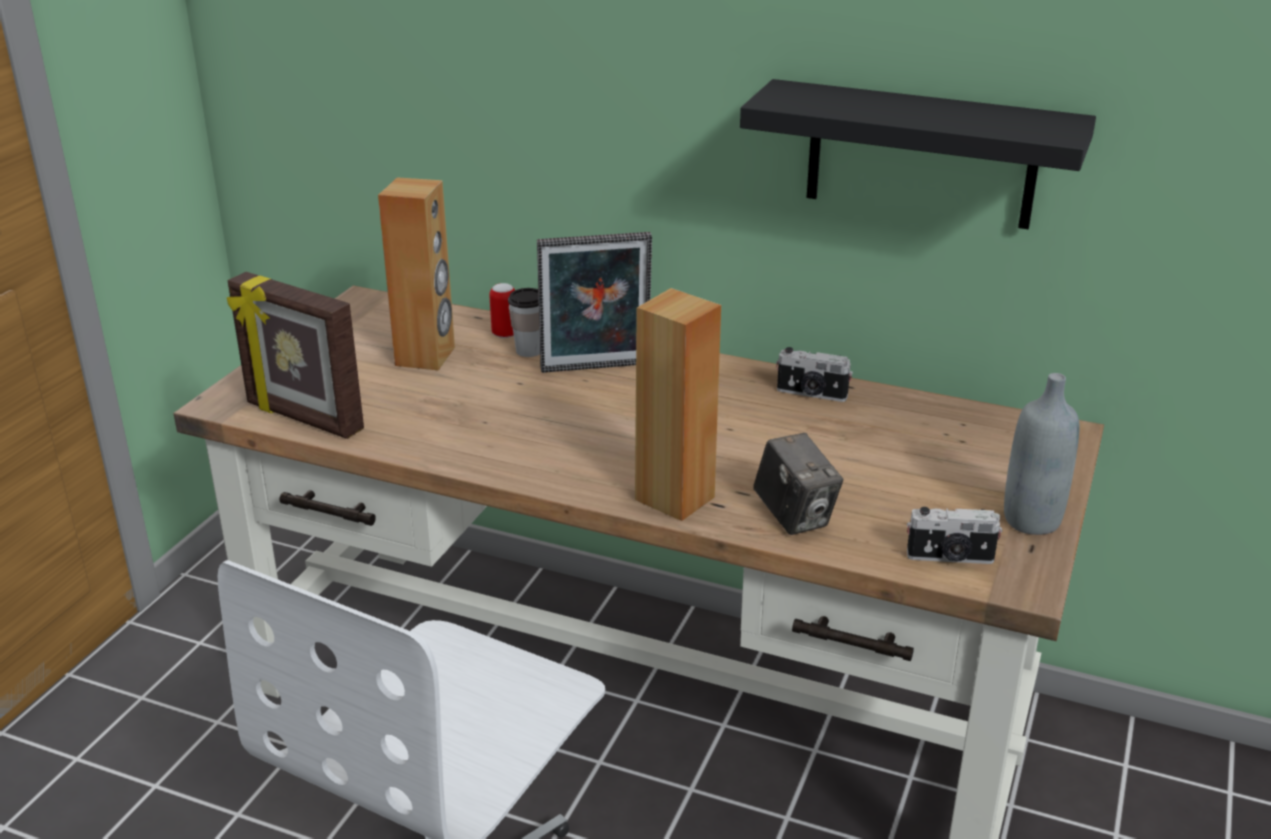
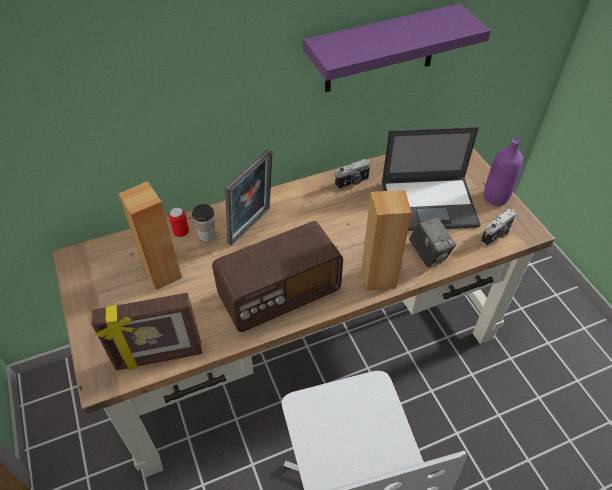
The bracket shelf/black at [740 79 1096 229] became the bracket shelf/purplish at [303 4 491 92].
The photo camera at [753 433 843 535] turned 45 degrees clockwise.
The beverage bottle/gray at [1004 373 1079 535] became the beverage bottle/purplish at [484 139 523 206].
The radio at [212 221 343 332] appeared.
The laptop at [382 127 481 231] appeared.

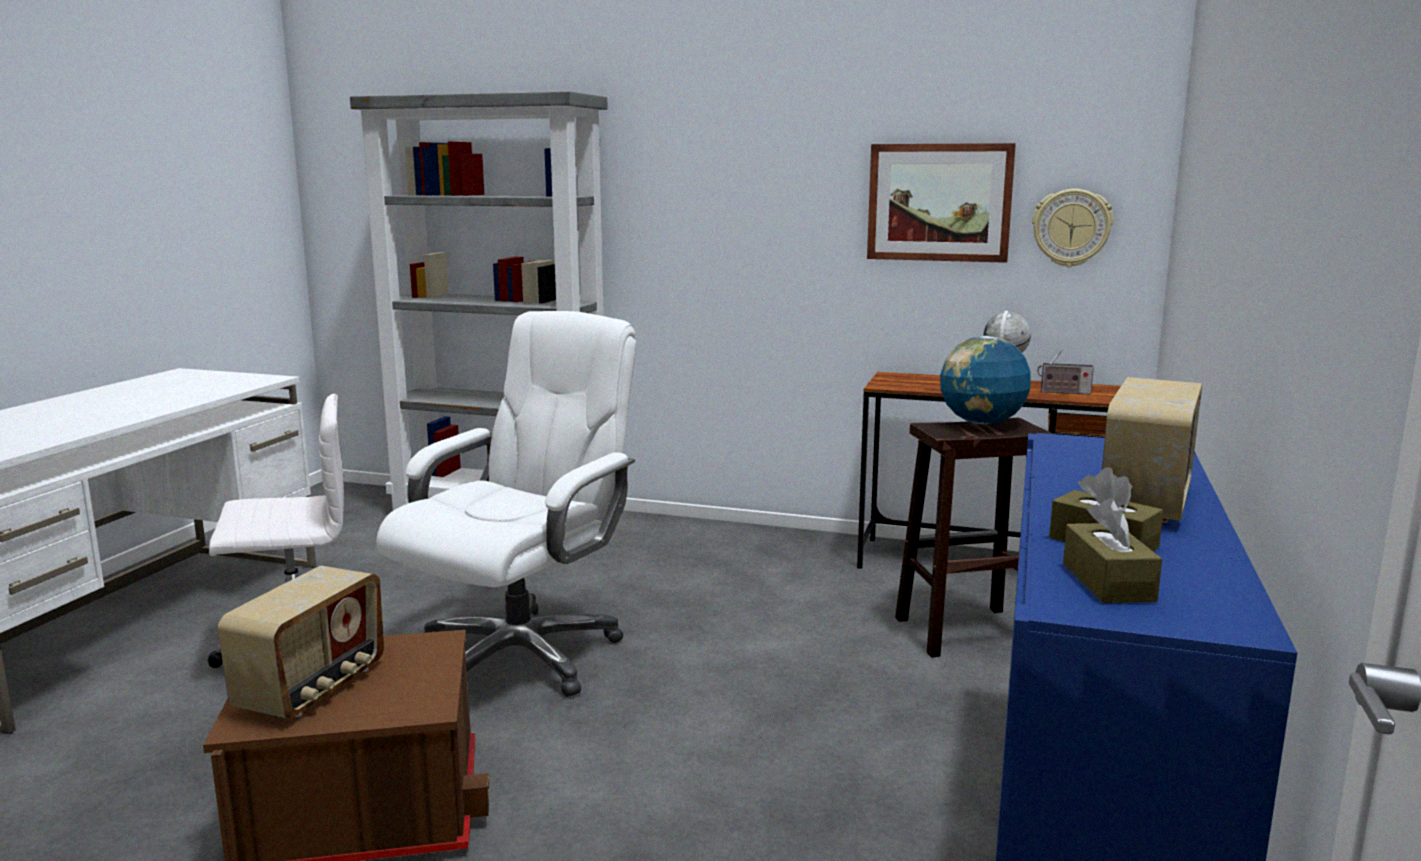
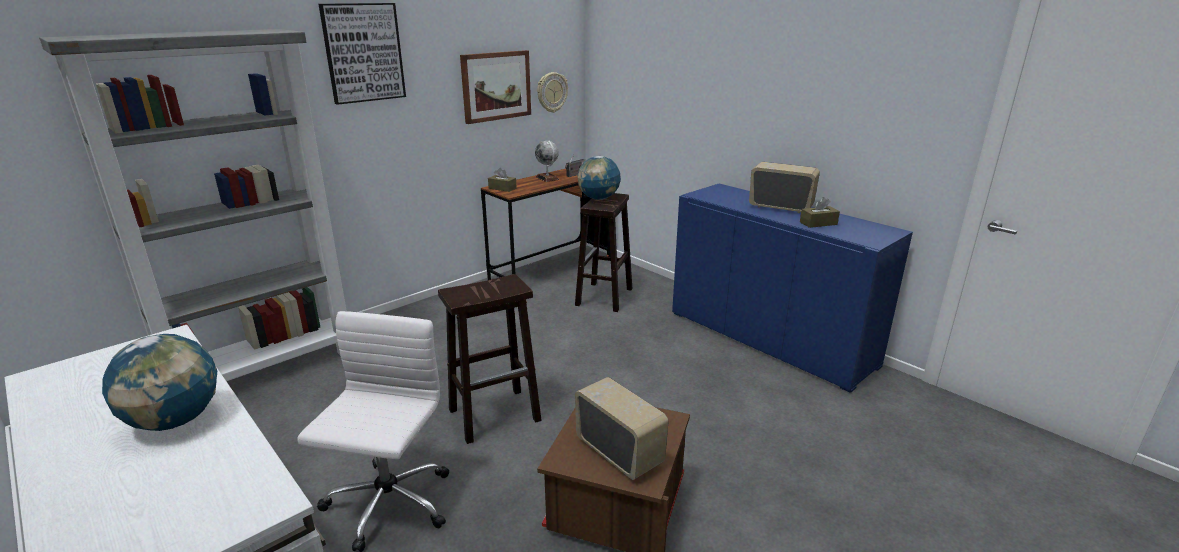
The desk chair/white at [376 311 636 697] was replaced by the stool seat/brown-coloured at [438 274 542 444].
The tissue box/brown-coloured moved from [1063 498 1162 603] to [488 168 517 192].
The radio at [1102 377 1202 523] turned 150 degrees clockwise.
The world globe at [102 334 217 431] appeared.
The wall art at [319 3 406 105] appeared.

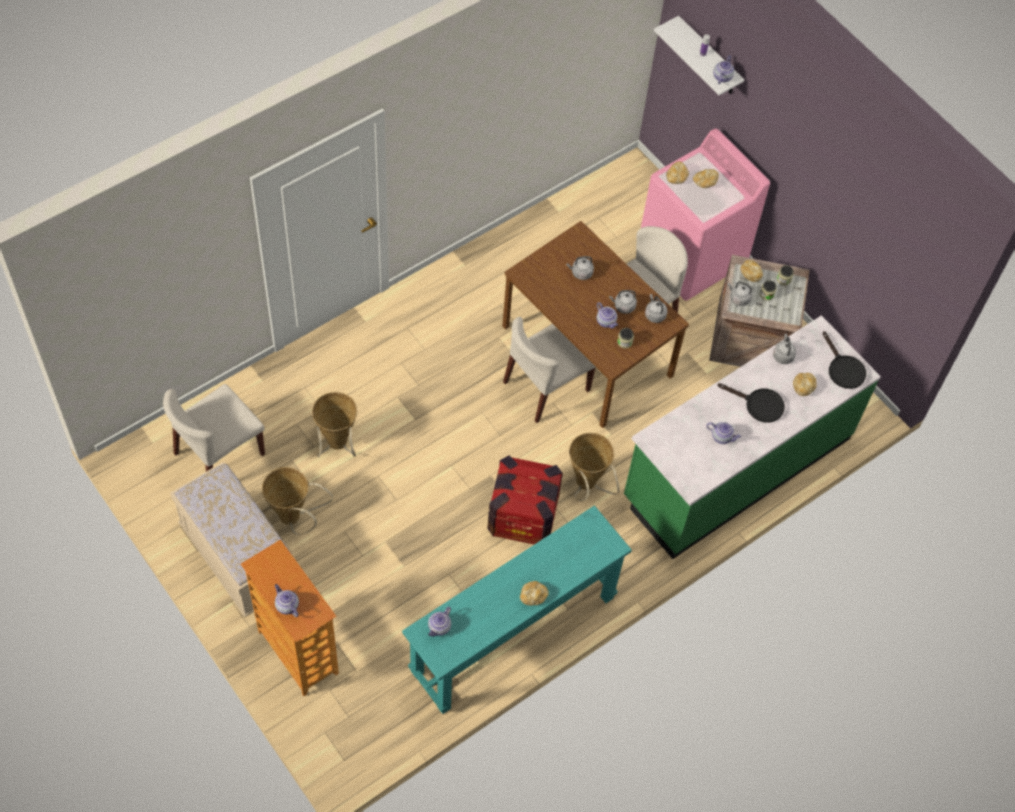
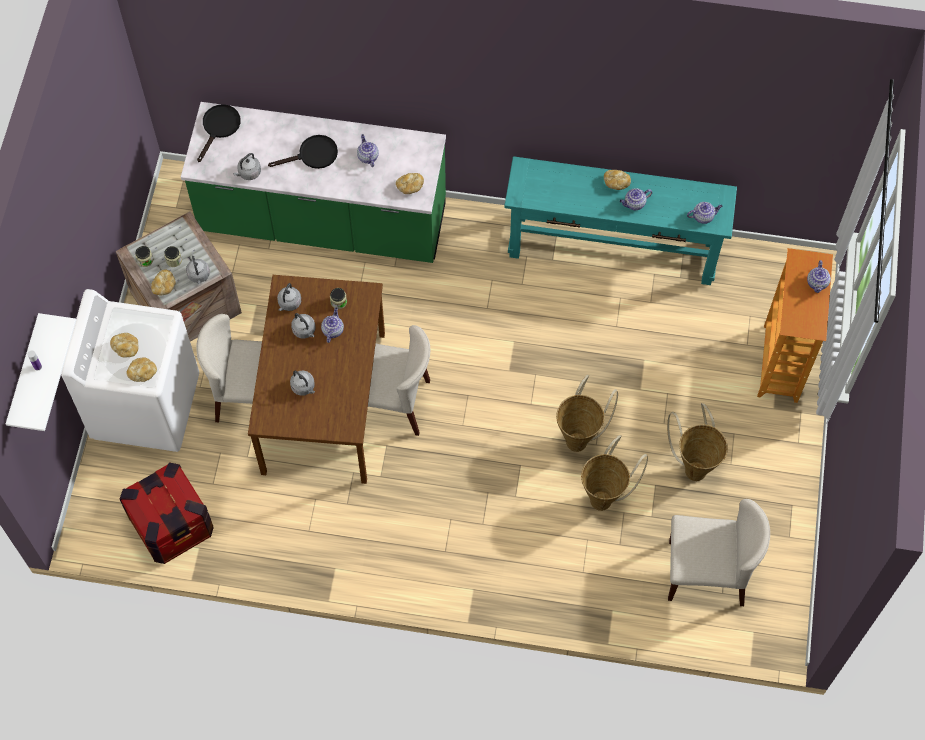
The long seat/beige at [170 462 292 617] disappeared.
The shipping crate moved from [487 455 563 544] to [120 462 214 564].
The household basket moved from [569 433 620 501] to [556 375 618 452].
The washing machine/pink at [641 128 770 301] became the washing machine/white at [61 289 199 452].
The teapot moved from [713 55 735 84] to [620 188 652 210].
The skillet/black at [718 383 785 423] turned 90 degrees clockwise.
The bread moved from [793 373 817 396] to [396 173 424 194].

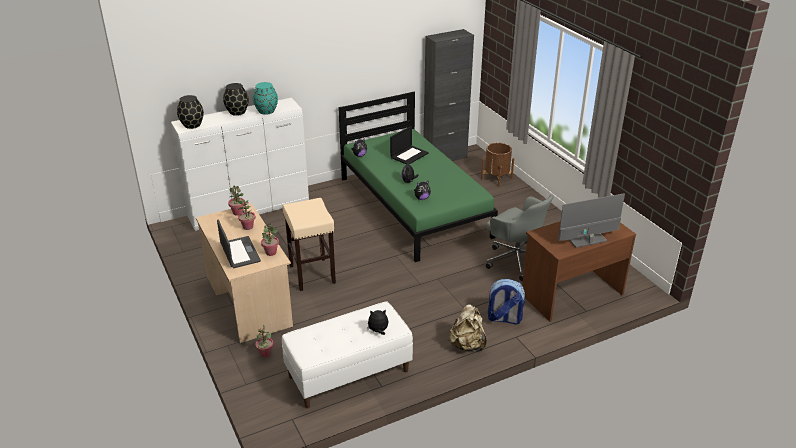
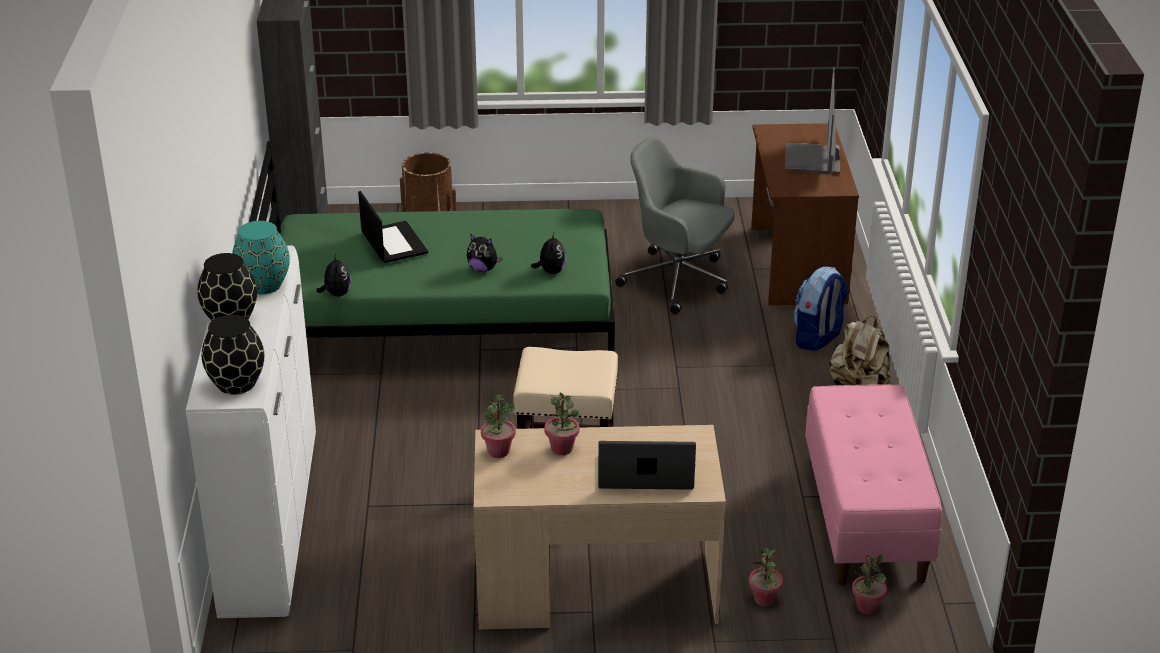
The potted plant moved from [261 223 279 256] to [852 554 887 614].
The long seat/white at [282 301 413 408] became the long seat/pink at [805 384 942 585].
The plush toy at [367 309 389 335] disappeared.
The desk chair/gray at [486 195 554 281] turned 135 degrees counterclockwise.

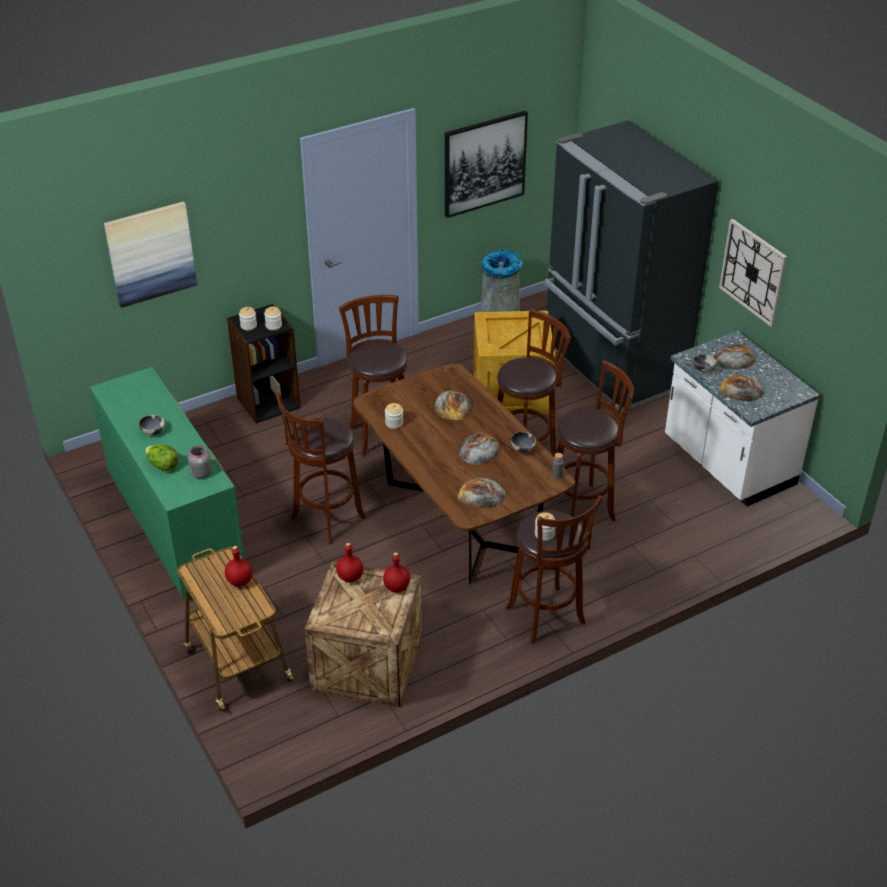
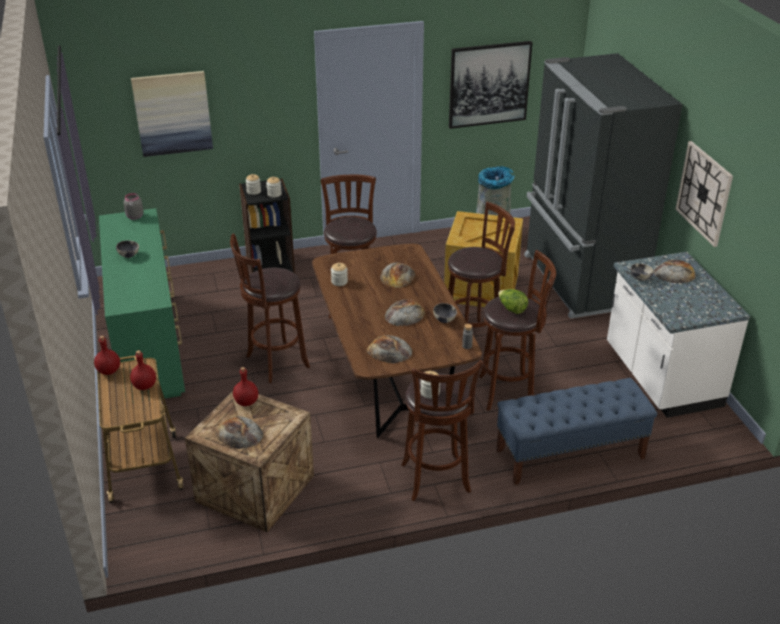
The head of lettuce moved from [145 444 178 471] to [498 289 528 314].
The storage jar/gray moved from [188 446 212 478] to [124 193 143 220].
The beverage bottle/red moved from [383 552 410 592] to [94 336 120 375].
The bread moved from [719 374 765 402] to [215 416 263 449].
The long seat/bluish at [496 378 657 485] appeared.

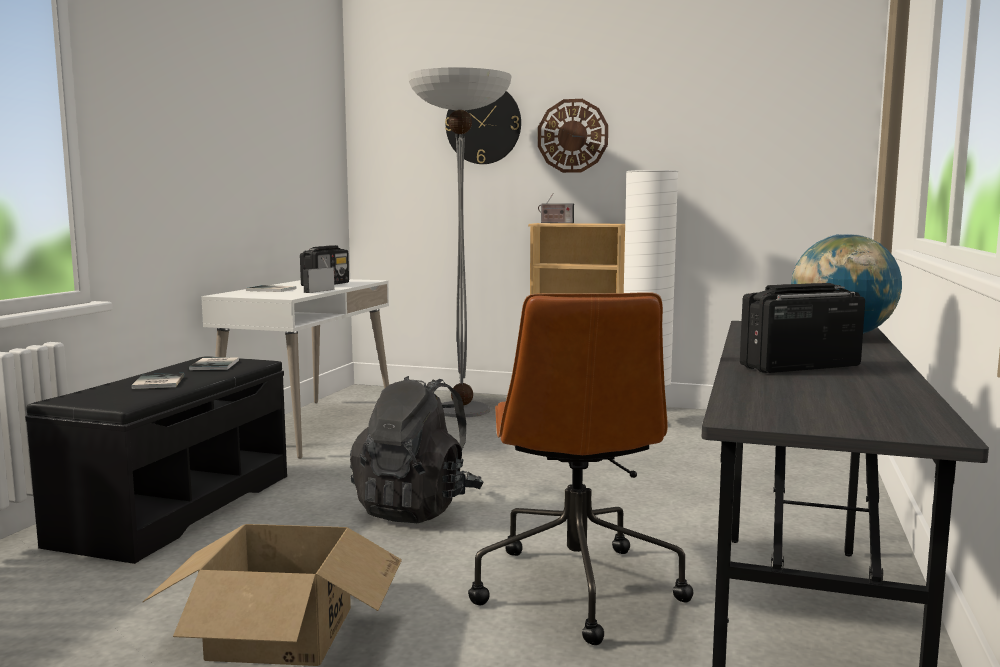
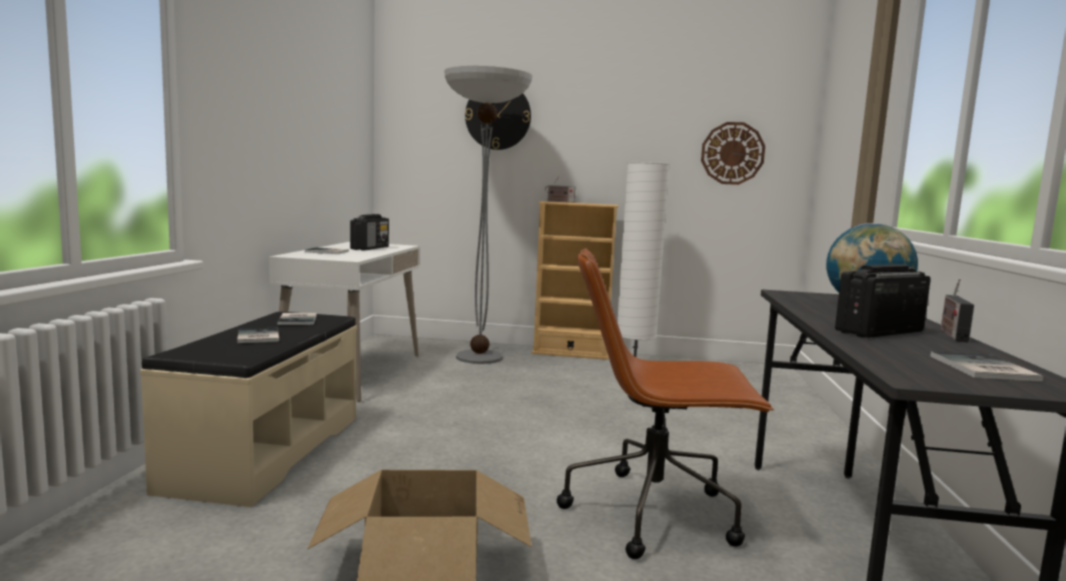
The long seat/black at [25 356 287 564] became the long seat/beige at [140 312 357 507].
The radio moved from [303 256 335 293] to [941 278 974 342].
The rucksack/black at [350 376 484 523] disappeared.
The desk chair/brown-coloured at [468 292 693 645] turned 105 degrees clockwise.
The wall clock moved from [538 99 608 173] to [701 122 765 185].
The book at [930 351 1044 382] appeared.

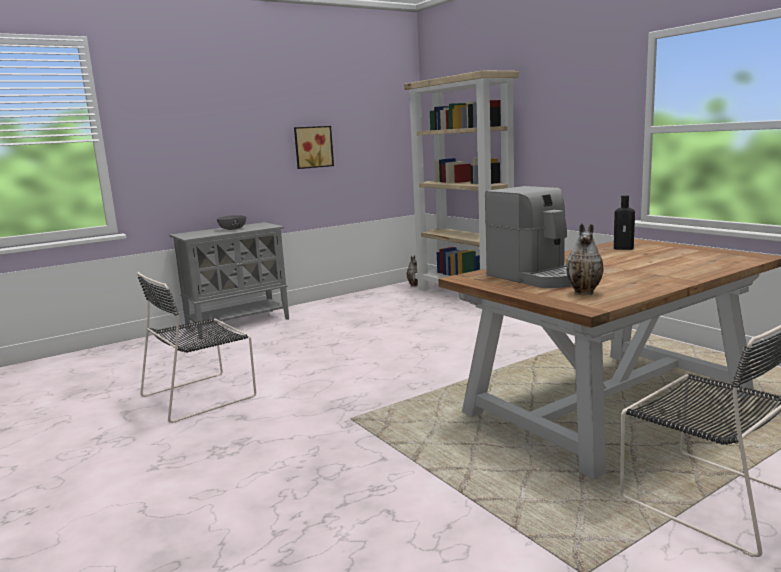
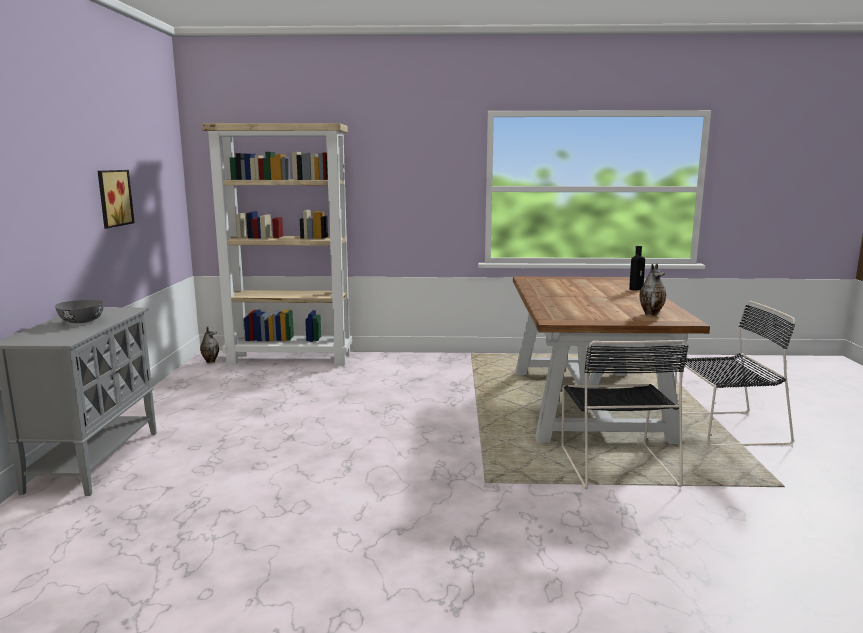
The upright chair/black moved from [137 272 256 423] to [562 340 689 489].
The coffee maker at [485 186 572 288] disappeared.
The beverage bottle/black moved from [614 196 635 250] to [629 246 645 291].

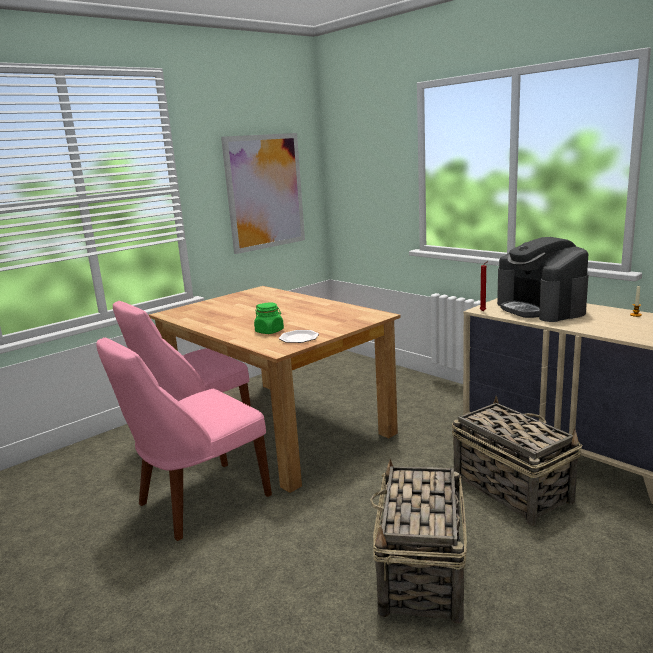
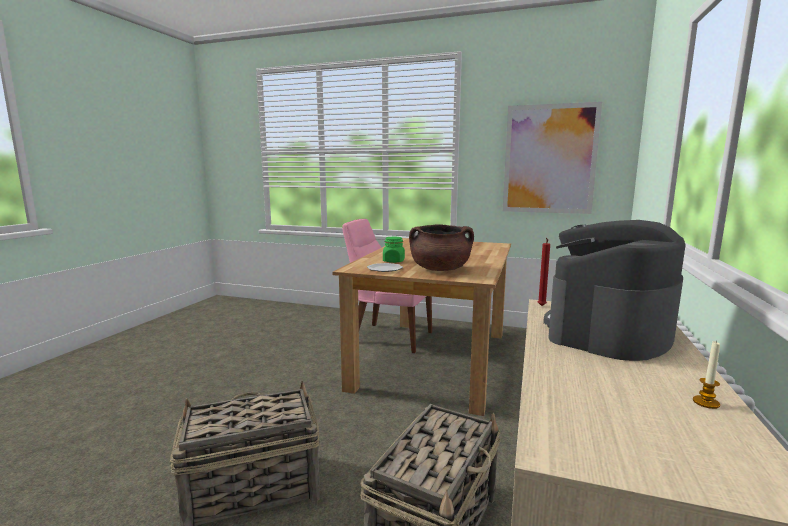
The upright chair/pink at [96 337 272 541] disappeared.
The cooking pot/brown-coloured at [409 224 474 271] appeared.

